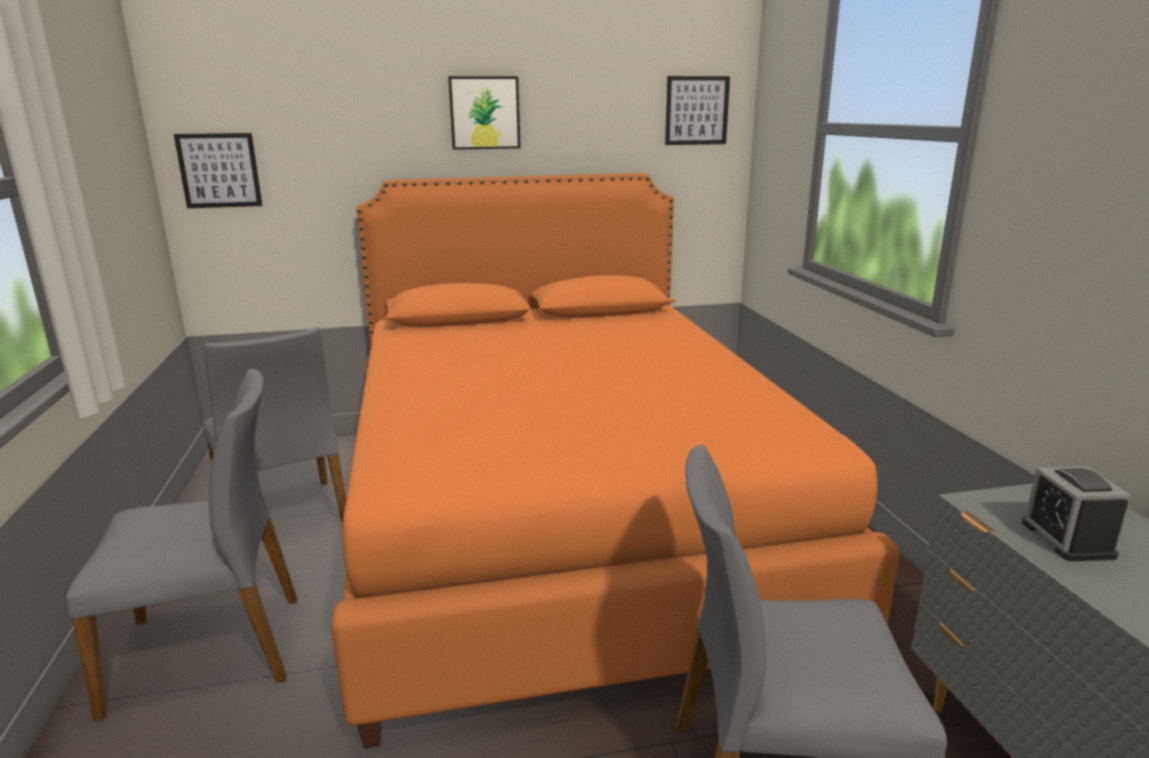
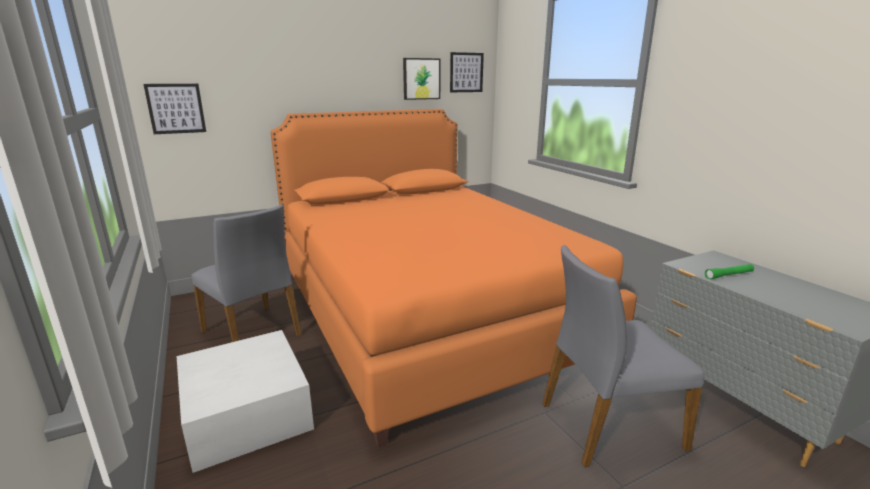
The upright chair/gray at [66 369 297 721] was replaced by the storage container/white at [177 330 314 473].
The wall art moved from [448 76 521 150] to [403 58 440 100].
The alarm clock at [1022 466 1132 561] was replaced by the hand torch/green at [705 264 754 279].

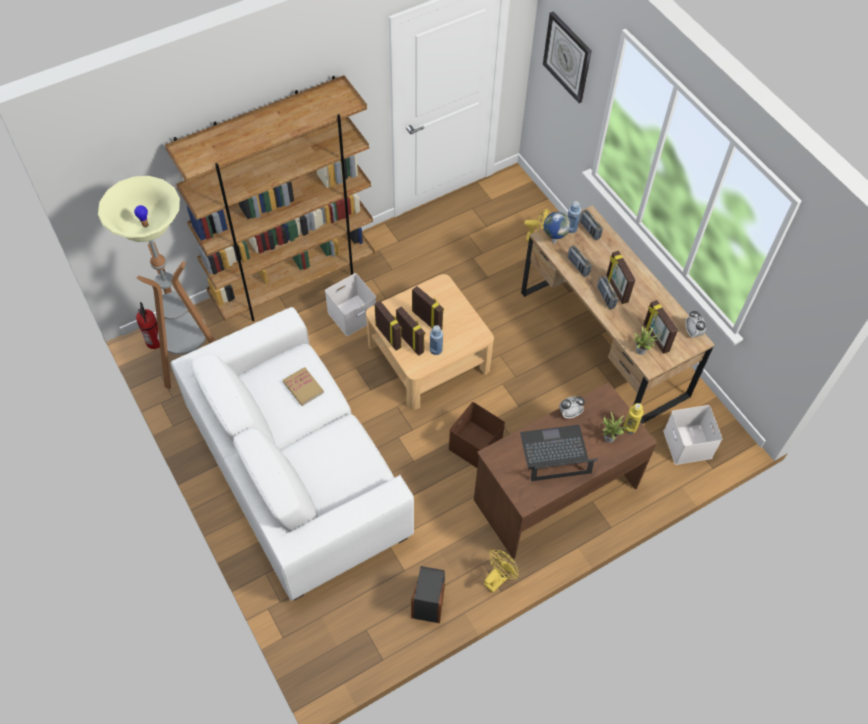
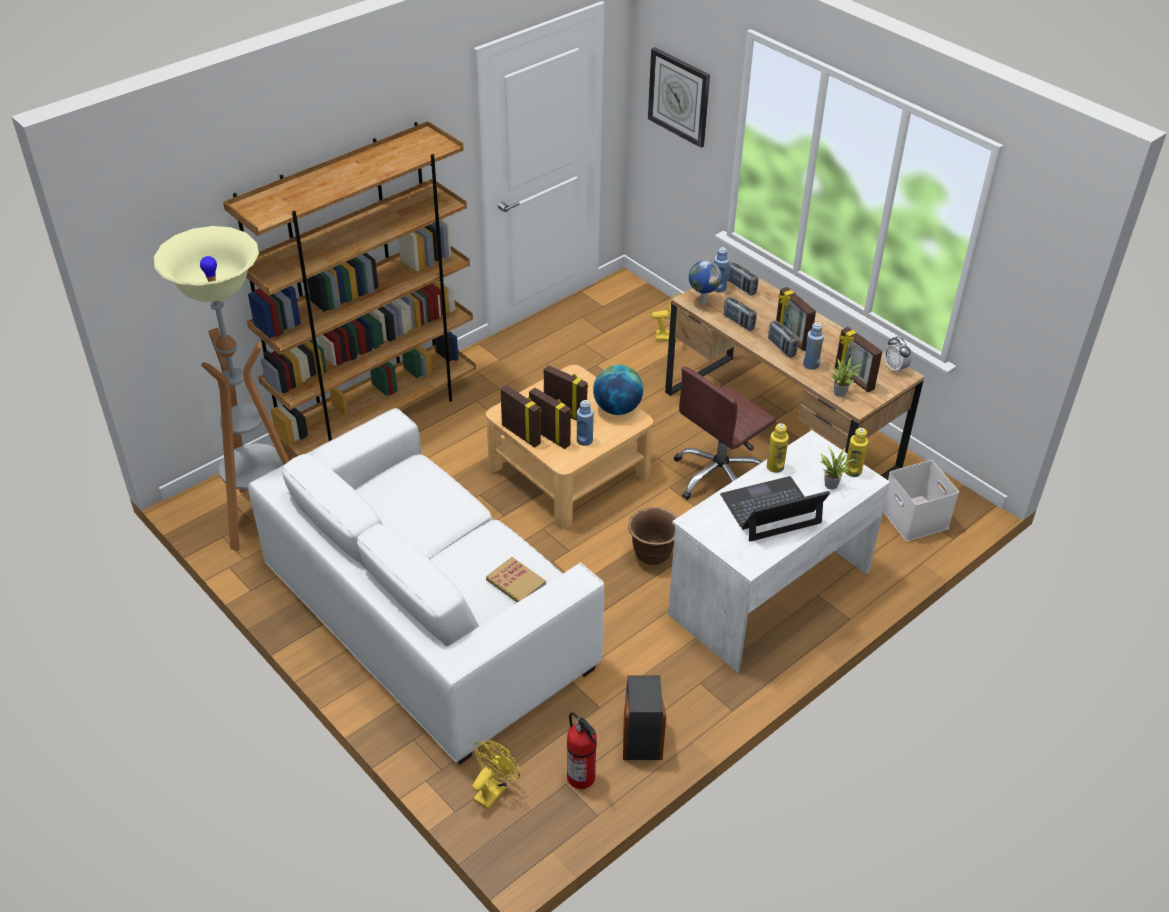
The extinguisher moved from [136 302 160 349] to [567 712 597 789].
The book moved from [283 367 324 406] to [486 557 546 602].
The storage container/white at [325 273 376 336] disappeared.
The storage container/brown-coloured at [448 402 505 468] was replaced by the plant pot/brown-coloured at [628 507 678 565].
The desk table/brown-coloured at [474 382 657 559] became the desk table/white at [668 430 890 672].
The electric fan/yellow moved from [483 550 519 593] to [472 740 520 810].
The alarm clock at [559 396 585 418] was replaced by the beverage bottle/yellow at [767 423 789 473].
The world globe at [593 365 643 415] appeared.
The desk chair/brown-coloured at [674 366 776 500] appeared.
The beverage bottle/bluish at [803 322 824 370] appeared.

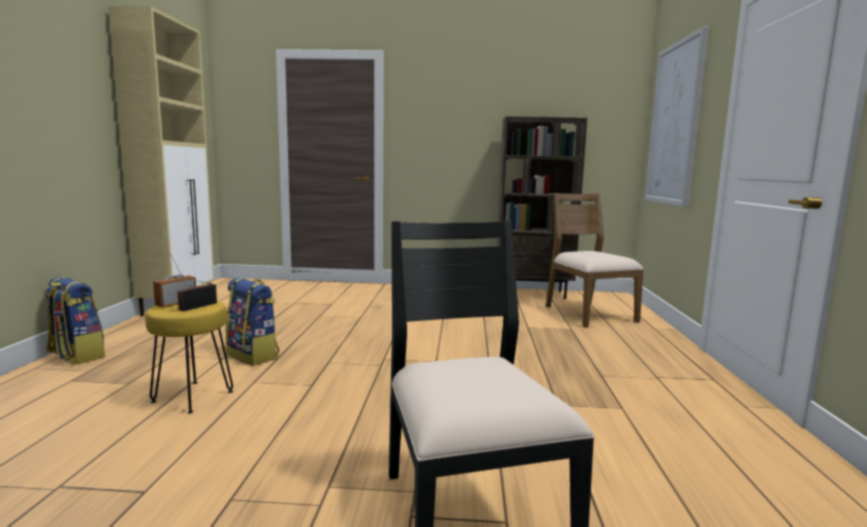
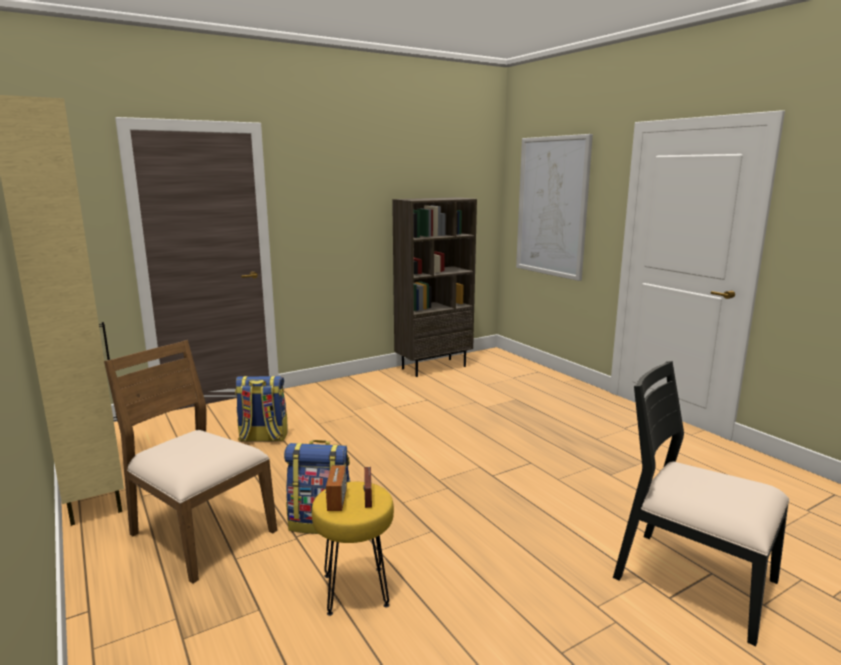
The rucksack moved from [45 276 105 365] to [235 376 288 442].
The upright chair/brown-coloured moved from [546 193 644 328] to [104 340 277 584].

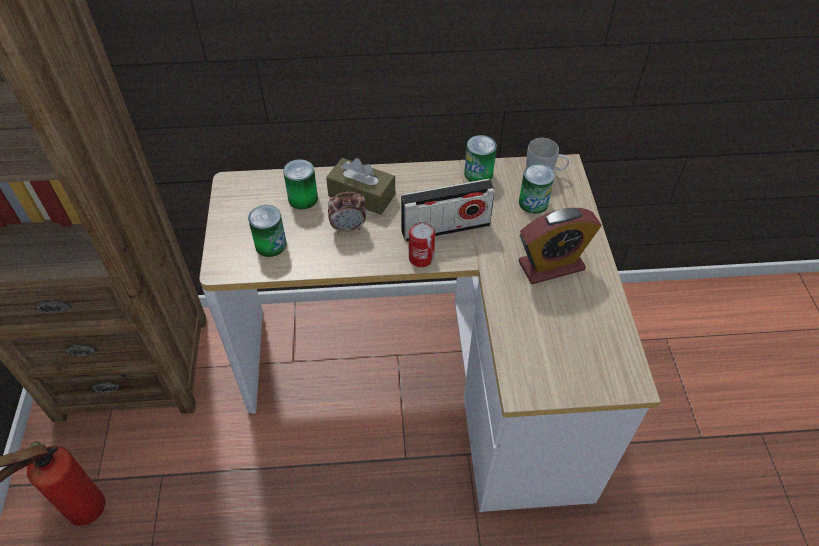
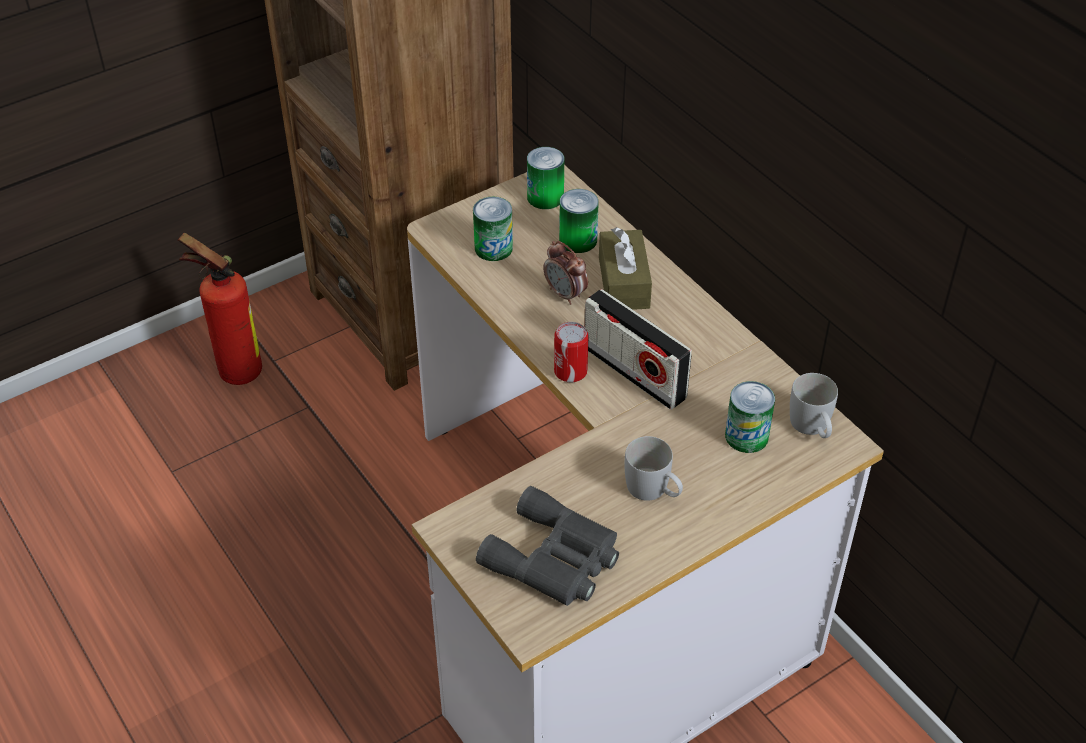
The can moved from [464 135 497 182] to [527 147 564 209].
The alarm clock at [519 208 602 284] was replaced by the mug/white at [625 436 683 501].
The binoculars/gray at [476 486 619 606] appeared.

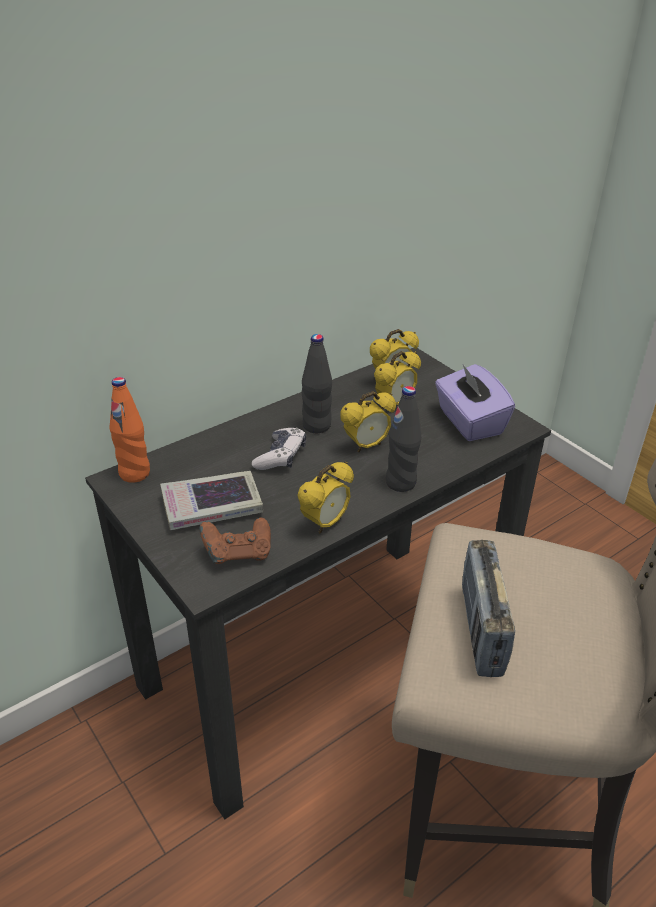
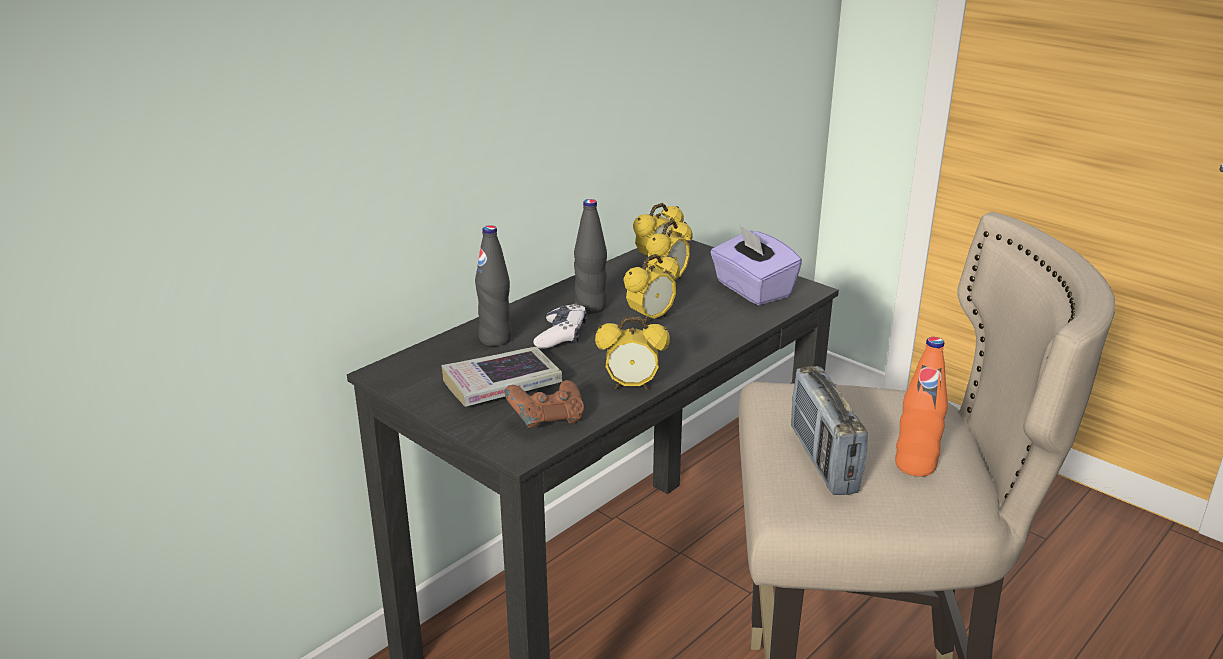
The beverage bottle/orangey moved from [110 377 150 483] to [895 337 948 477].
The alarm clock at [297 462 354 533] turned 60 degrees clockwise.
The beverage bottle/black moved from [386 386 421 492] to [475 225 512 346].

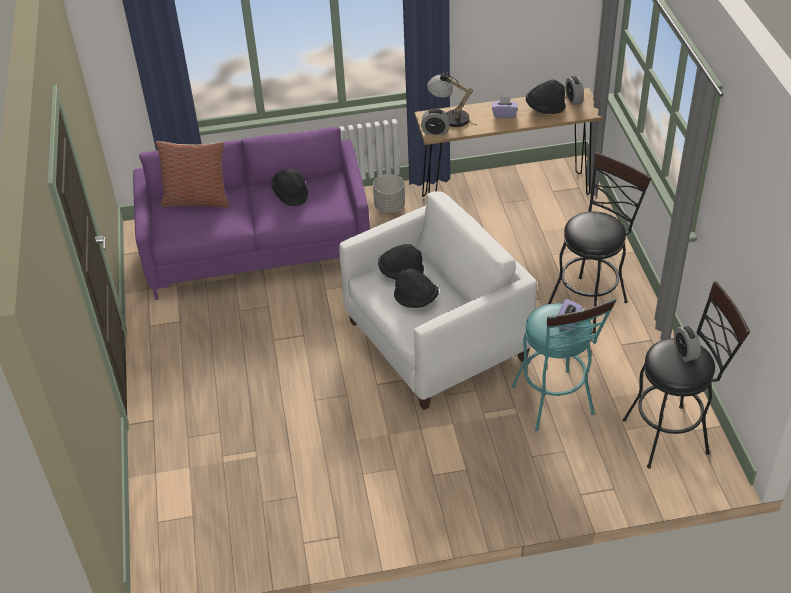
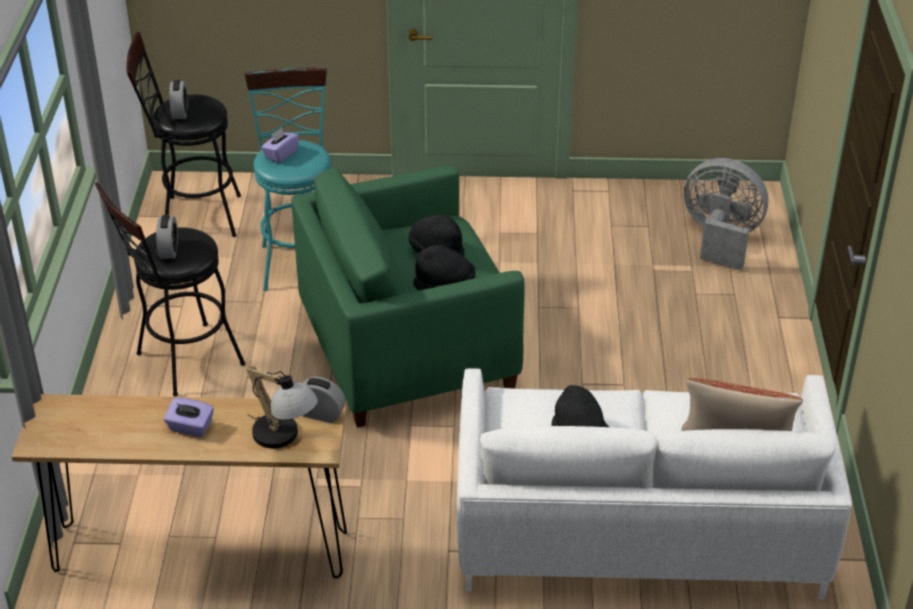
The sofa/purplish at [133 127 370 300] became the sofa/white at [457 368 852 599].
The armchair/white at [339 191 537 410] became the armchair/green at [291 165 524 428].
The plant pot/gray at [373 174 405 213] disappeared.
The hat/black at [526 79 566 114] disappeared.
The alarm clock moved from [565 76 584 105] to [156 215 178 259].
The electric fan/gray at [684 158 768 270] appeared.

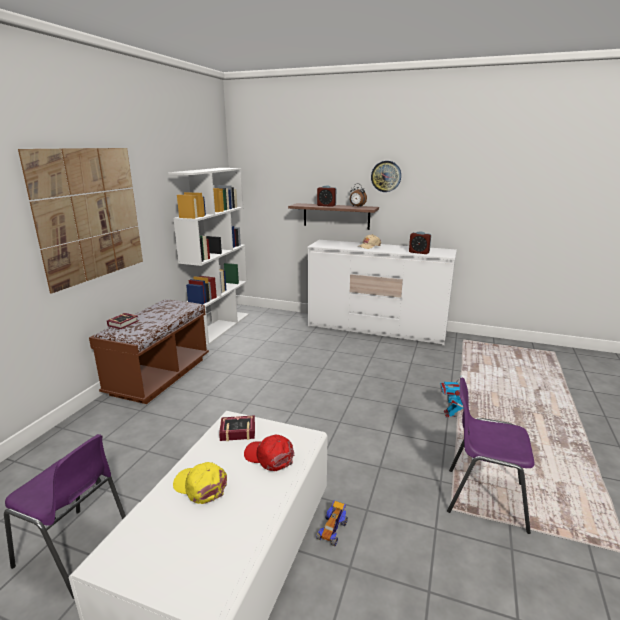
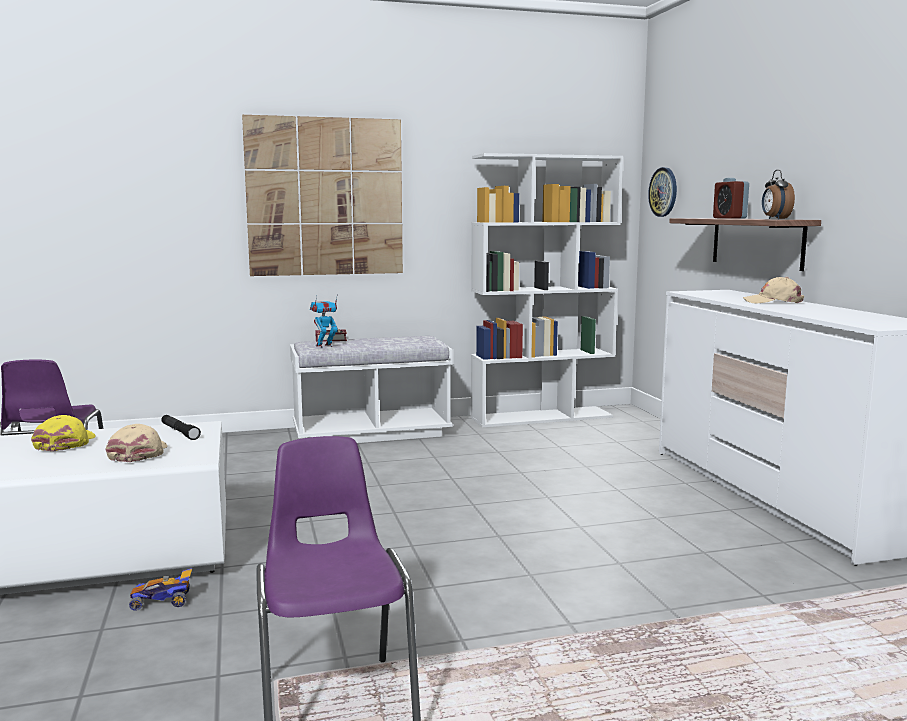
The long seat/brown-coloured at [89 299 209 404] became the long seat/white at [290 336 453 443].
The book at [219 415 255 441] was replaced by the hand torch/black at [162 415 201 440].
The peaked cap/red at [244 435 294 471] became the peaked cap/beige at [106 424 168 462].
The wall clock moved from [371 161 401 192] to [648 167 677 217].
The alarm clock at [409 231 431 254] disappeared.
The toy robot moved from [440 378 463 418] to [310 294 338 348].

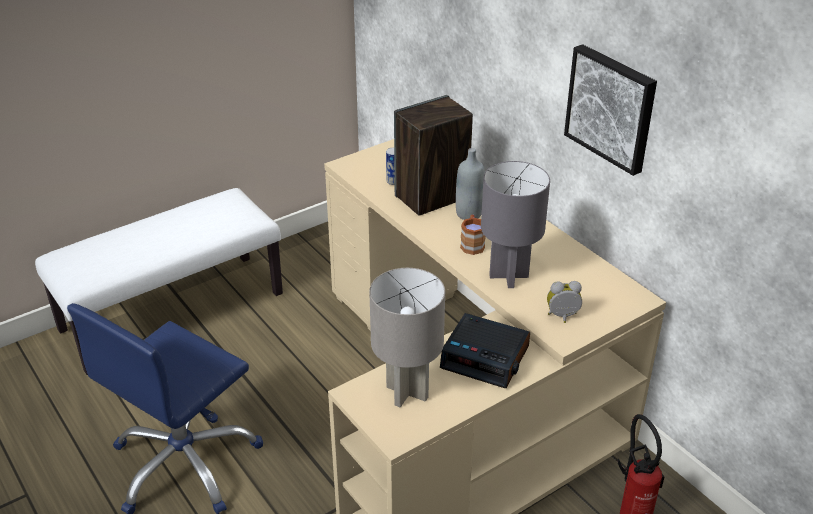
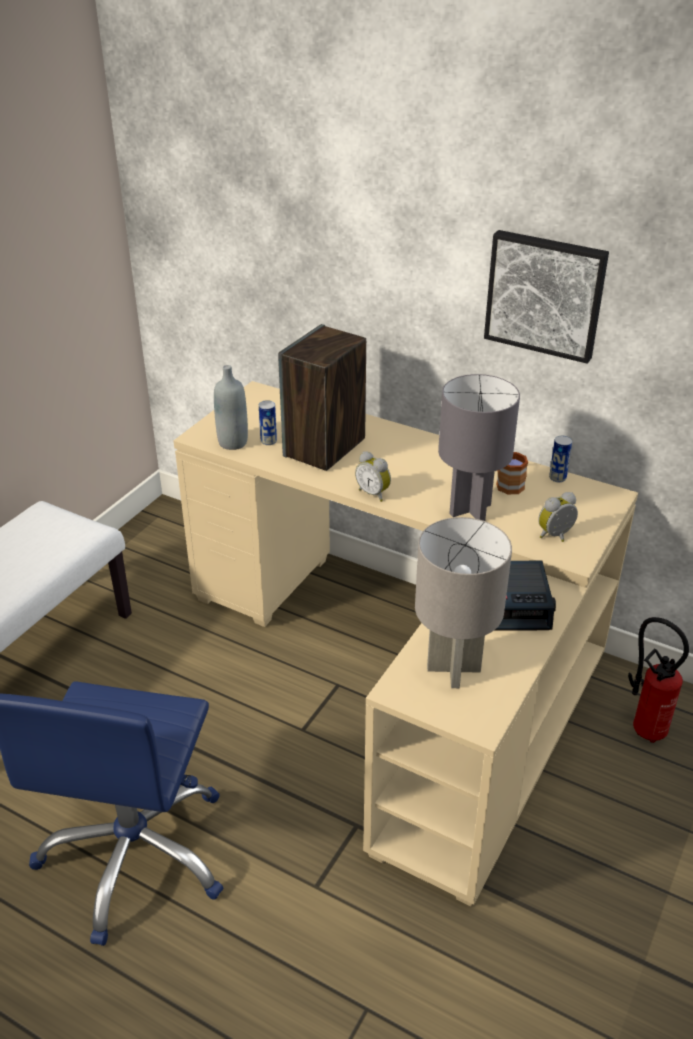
The beverage bottle/gray moved from [456 148 485 220] to [214 365 248 450].
The mug/brown-coloured moved from [460 215 486 255] to [496 452 528 494].
The alarm clock at [355 451 391 502] appeared.
The can at [549 436 572 482] appeared.

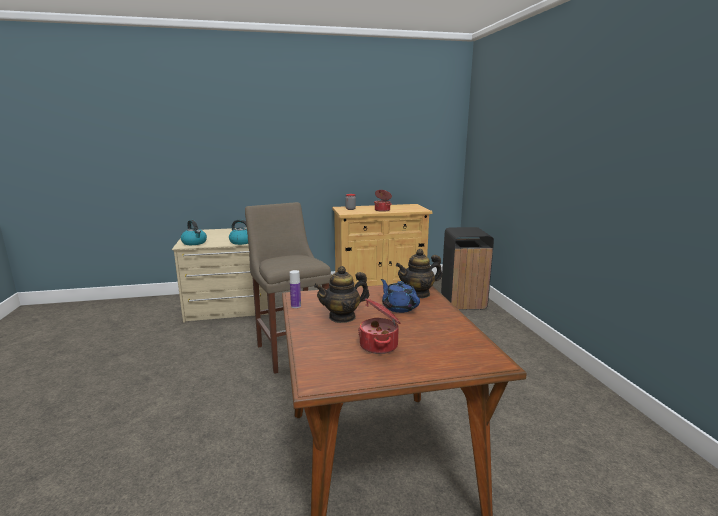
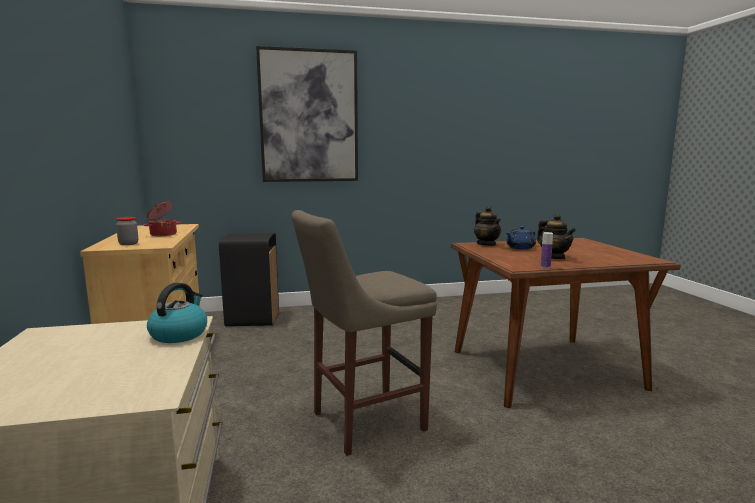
The kettle at [181 220 207 245] disappeared.
The cooking pot at [358 298 400 354] disappeared.
The wall art at [256 46 358 182] appeared.

